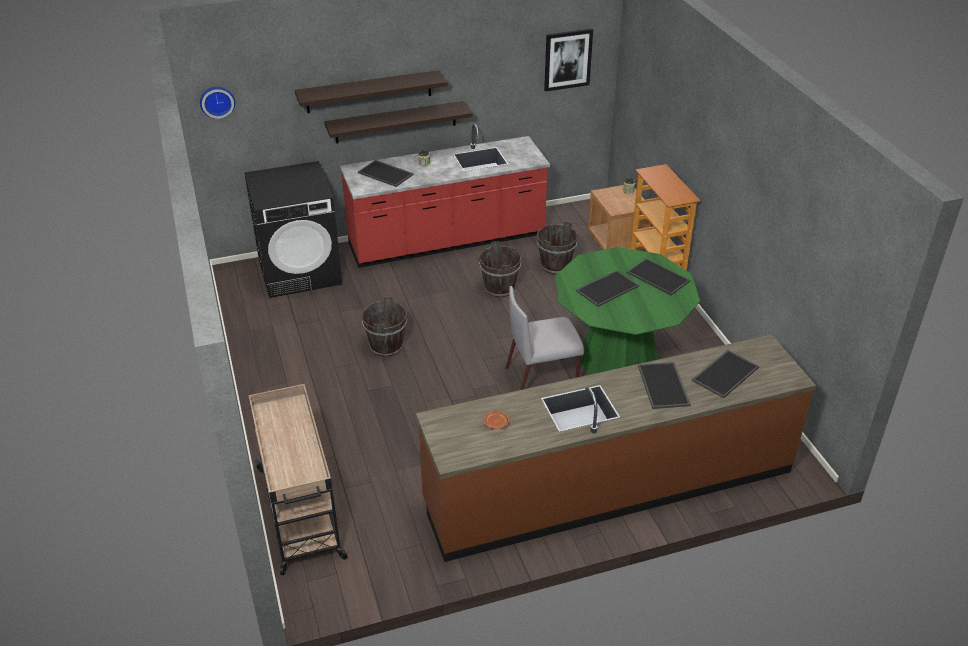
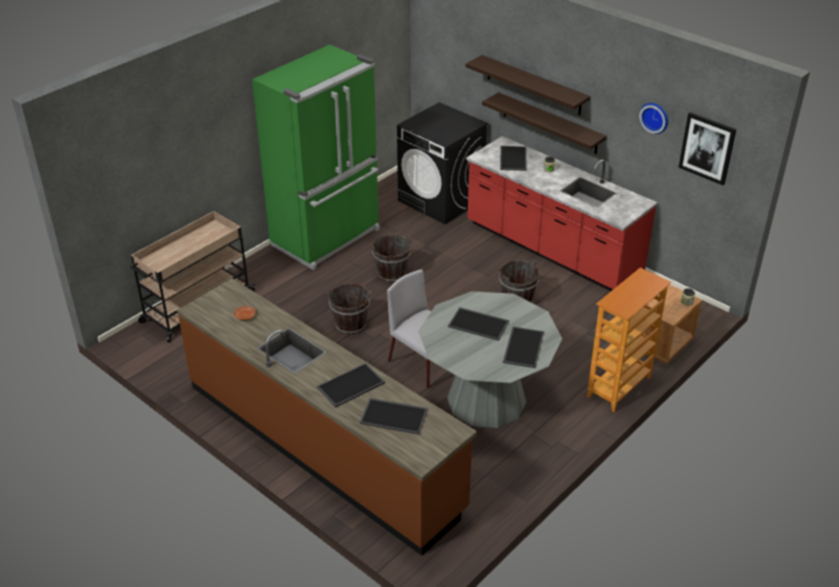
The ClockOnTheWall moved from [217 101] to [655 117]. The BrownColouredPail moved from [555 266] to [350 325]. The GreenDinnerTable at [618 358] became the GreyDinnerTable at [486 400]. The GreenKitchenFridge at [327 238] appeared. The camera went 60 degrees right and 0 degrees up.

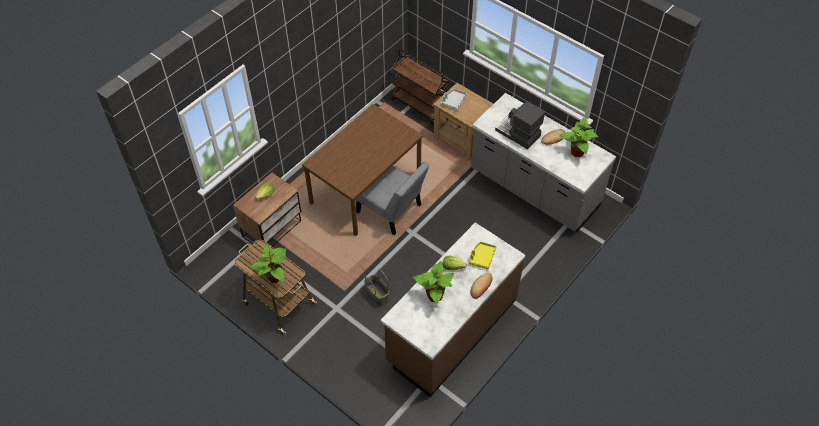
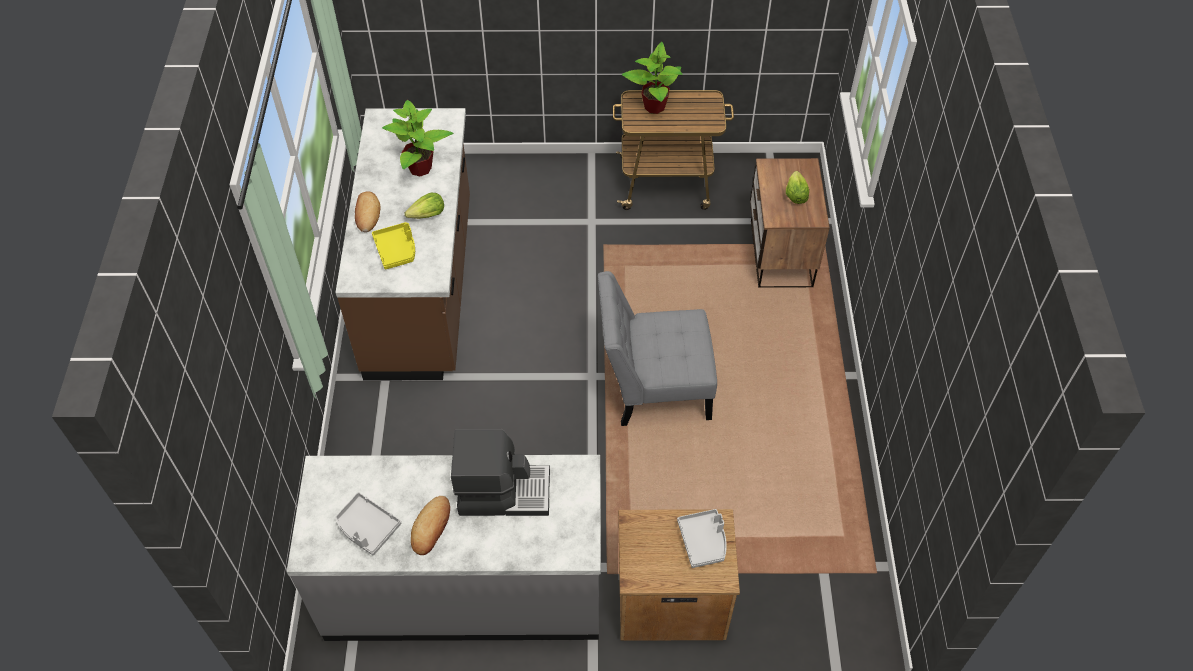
The BrownColouredDinnerTable at [365 188] disappeared. The Basket at [376 295] disappeared. The BrownColouredTrolley at [420 106] disappeared. The PottedPlant at [577 152] was replaced by the GreyTray at [367 528]. The camera went 140 degrees right and 0 degrees up.

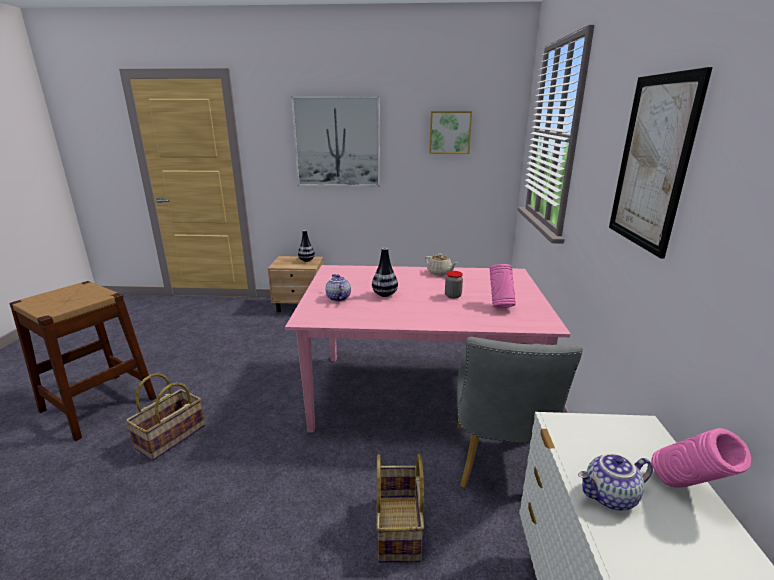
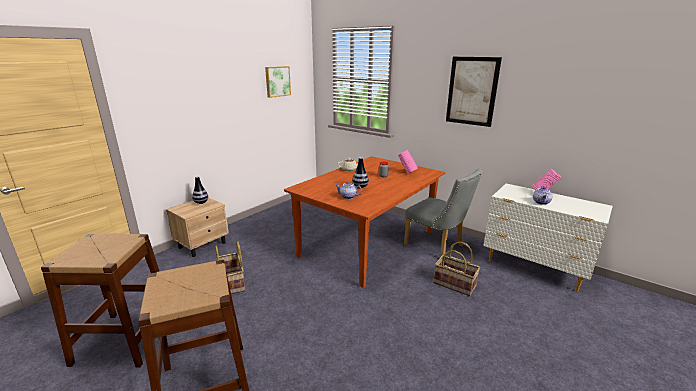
The Basket moved from [171 438] to [233 282]. The PinkDinnerTable at [419 394] became the BrownColouredDinnerTable at [368 243]. The WallPicture at [337 142] disappeared. The BrownColouredStoolSeat at [125 338] appeared. The camera went 55 degrees left and 0 degrees up.

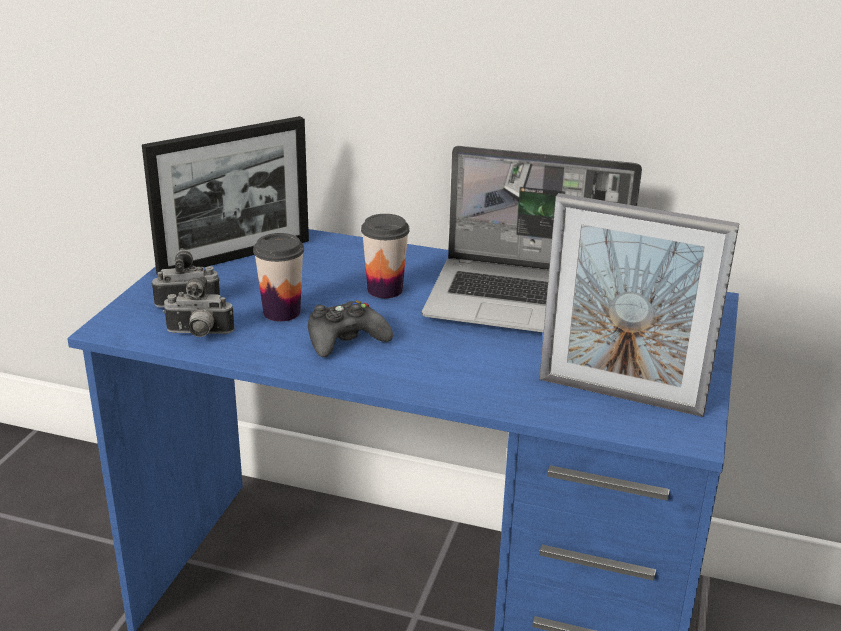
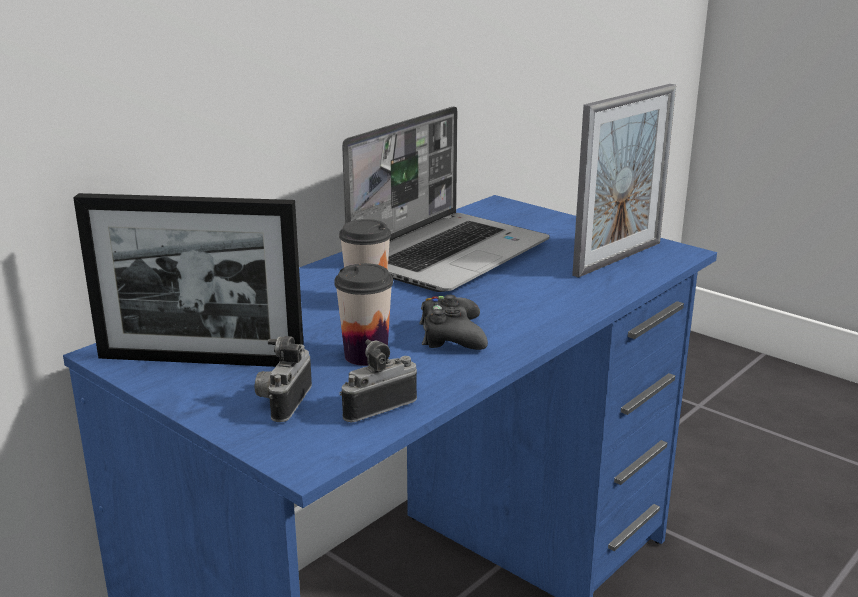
The StandingFrame at [235 257] turned 105 degrees clockwise. The StillCamera at [199 334] turned 150 degrees counterclockwise. The camera went 65 degrees left and 5 degrees down.

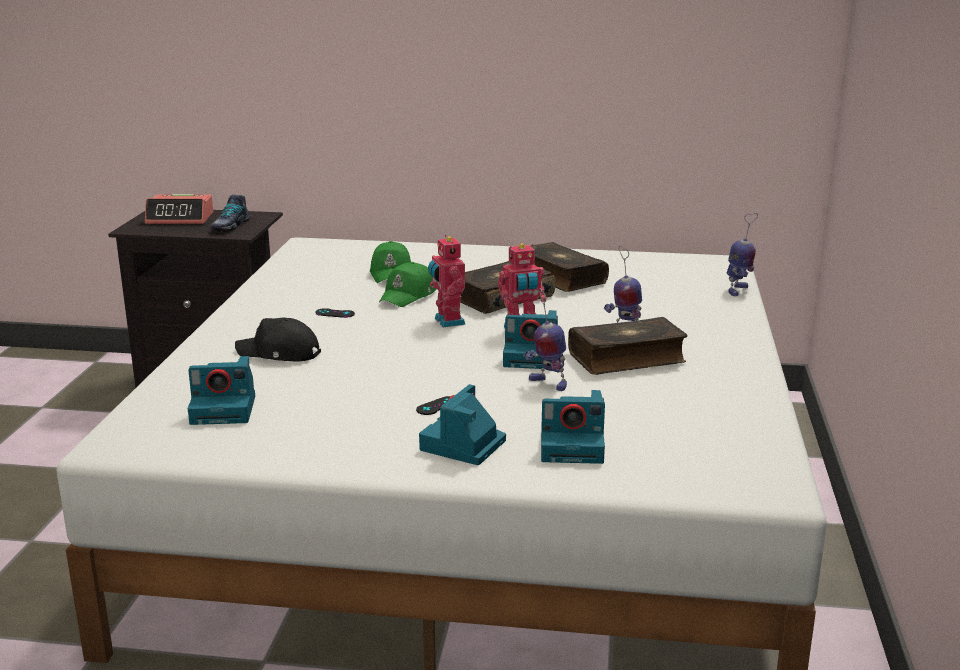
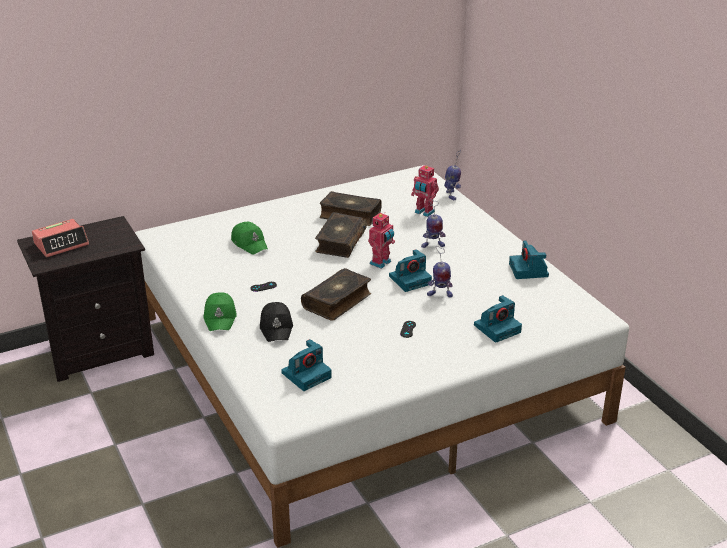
The Shoe at [229 226] disappeared. The BlackColouredPeakedCap at [279 353] turned 75 degrees counterclockwise. The GreenPeakedCap moved from [408 295] to [220 317]. The StillCamera moved from [462 446] to [529 270]. The RobotFigure moved from [447 321] to [424 212]. The BoundBook moved from [627 358] to [337 301]. The camera went 35 degrees left and 10 degrees up.

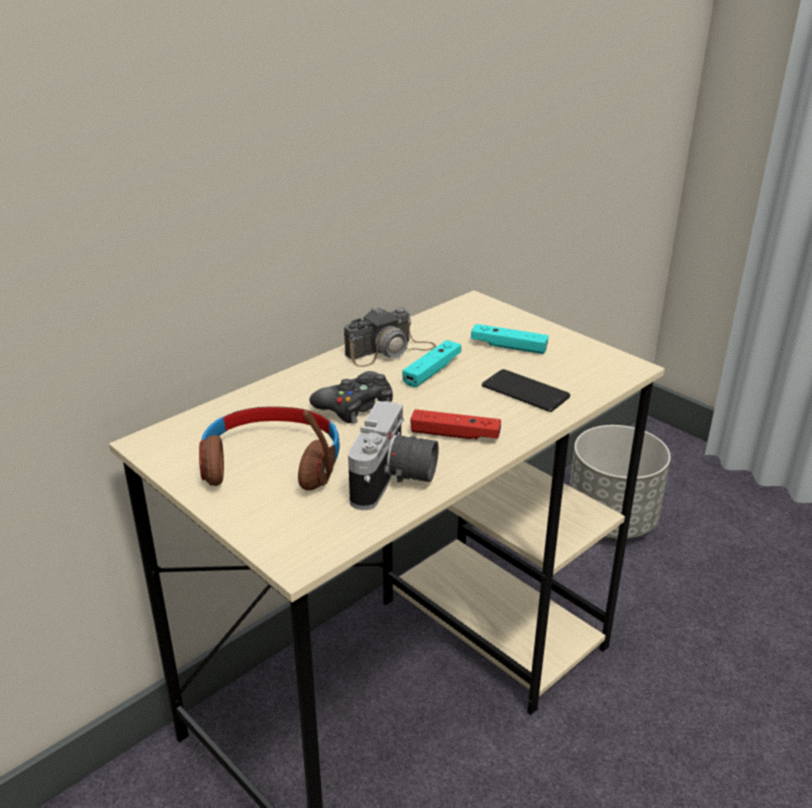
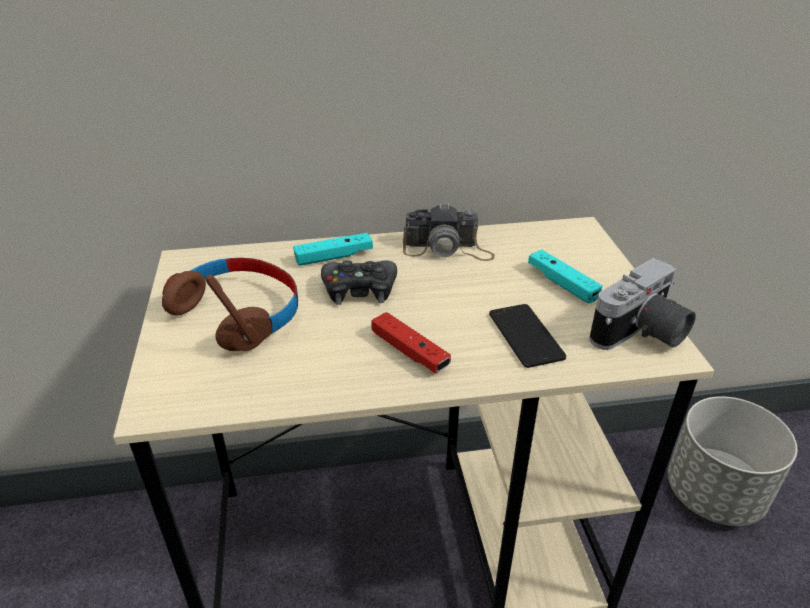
The StillCamera moved from [395 481] to [641 335]. The TurquoiseGameController moved from [432 371] to [334 257]. The camera went 35 degrees right and 5 degrees up.

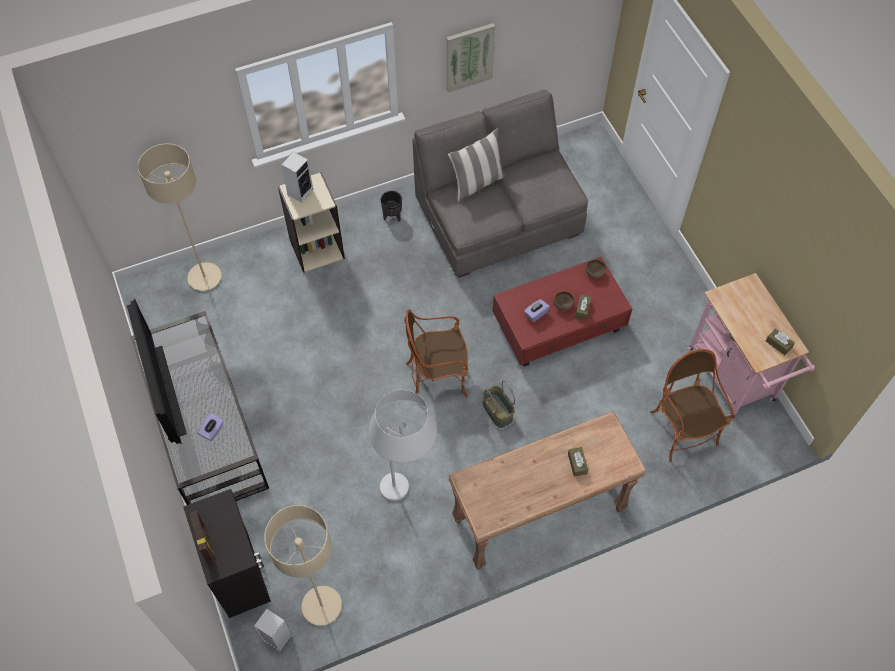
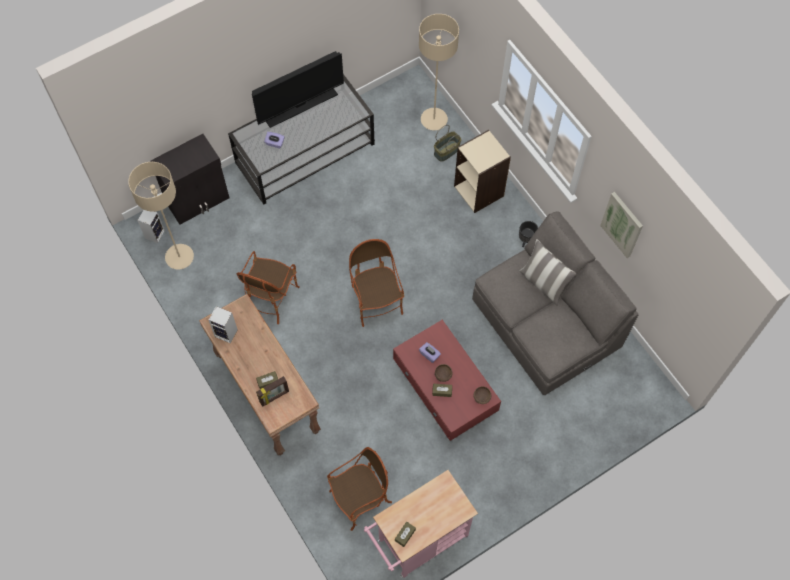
The StandingFrame moved from [206 544] to [274 397]. The Loudspeaker moved from [300 191] to [227 333]. The WhiteStandardLamp at [408 495] was replaced by the EasyChair at [271 298]. The Basket moved from [496 411] to [446 150]. The camera went 80 degrees right and 5 degrees up.

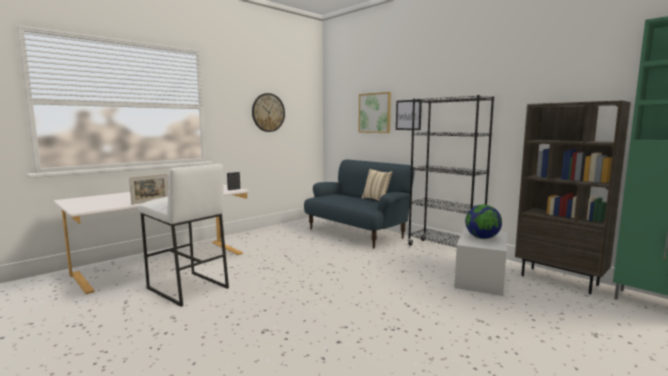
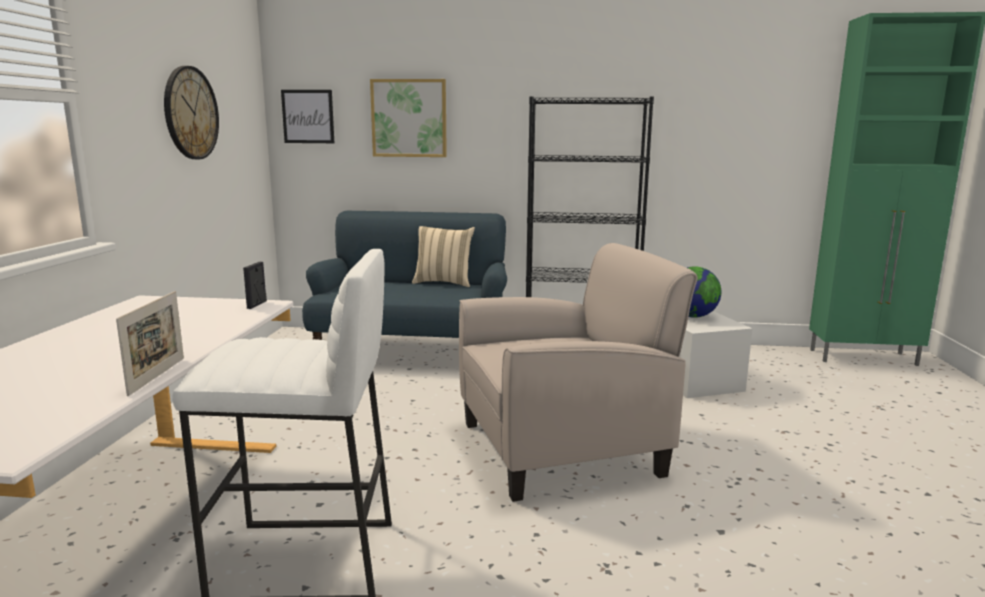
The WallPicture moved from [408 115] to [308 116]. The BrownColouredBookshelf at [559 280] disappeared. The BeigeColouredEasyChair at [562 448] appeared. The camera went 40 degrees left and 5 degrees up.

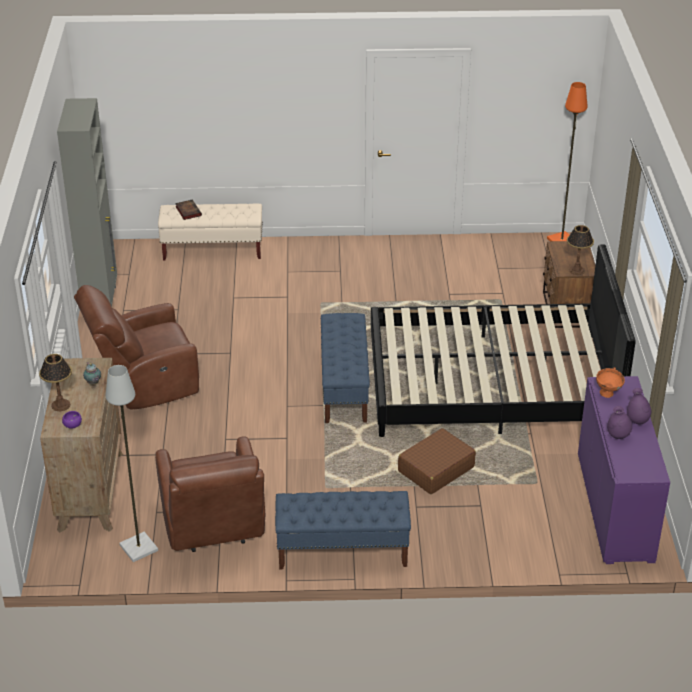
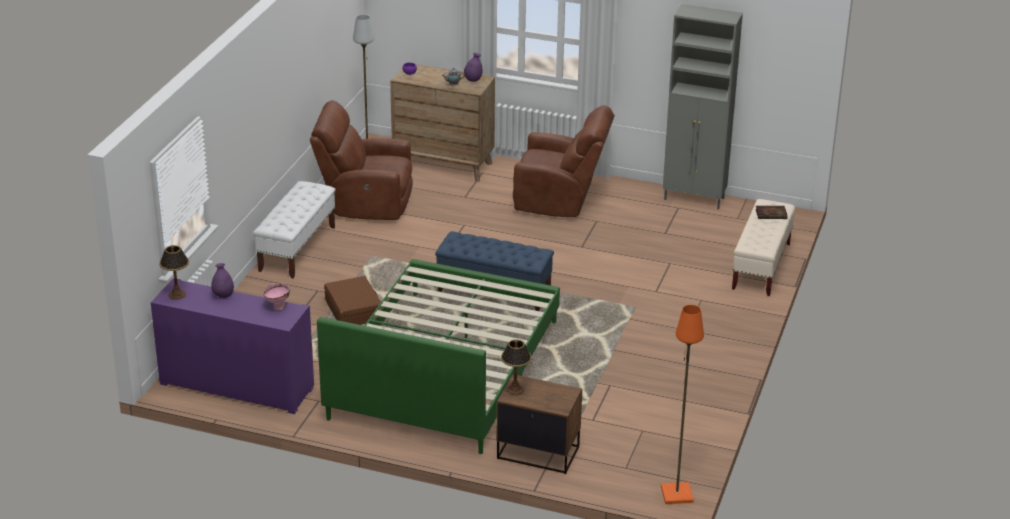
The TabletopLamp moved from [60 405] to [177 294]. The BrownColouredEasyChair at [144 384] turned 105 degrees clockwise. The BlueBench at [342 551] became the WhiteBench at [297 248]. The BlackColouredSleepingBed at [491 385] became the GreenSleepingBed at [444 369]. The OrangeDeepDish at [608 394] became the PinkDeepDish at [278 307]. The PurpleColouredFlowerVase moved from [637 421] to [473 80]. The camera went 110 degrees right and 5 degrees down.

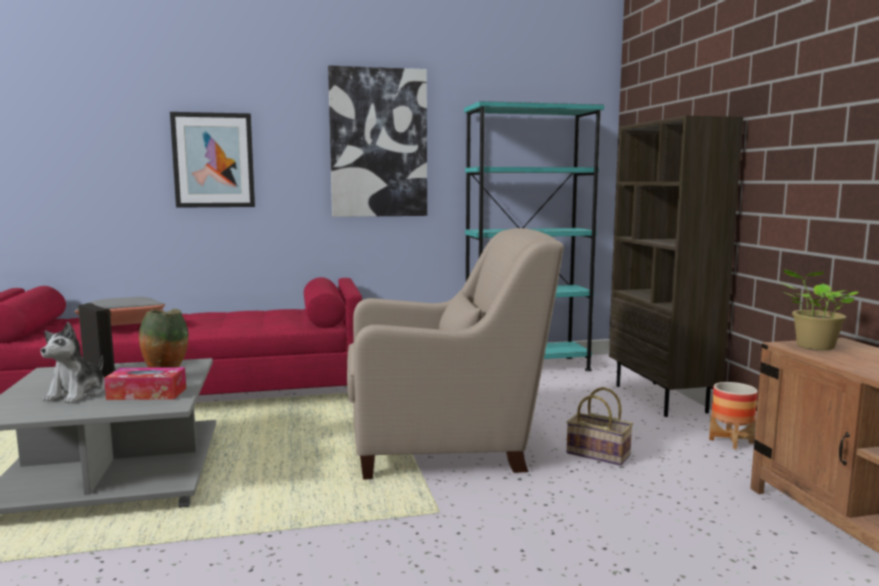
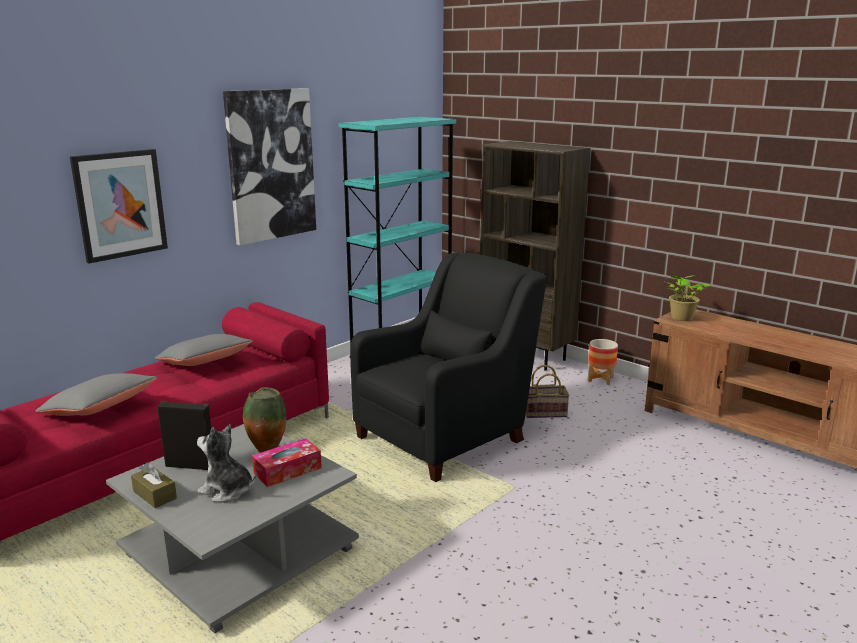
The CuddlyToy at [77 394] turned 135 degrees clockwise. The BeigeColouredEasyChair at [445 445] became the BlackColouredEasyChair at [445 436]. The BrownColouredTissueHolder at [155 495] appeared. The GreyPillow at [205 363] appeared. The camera went 35 degrees left and 10 degrees up.

